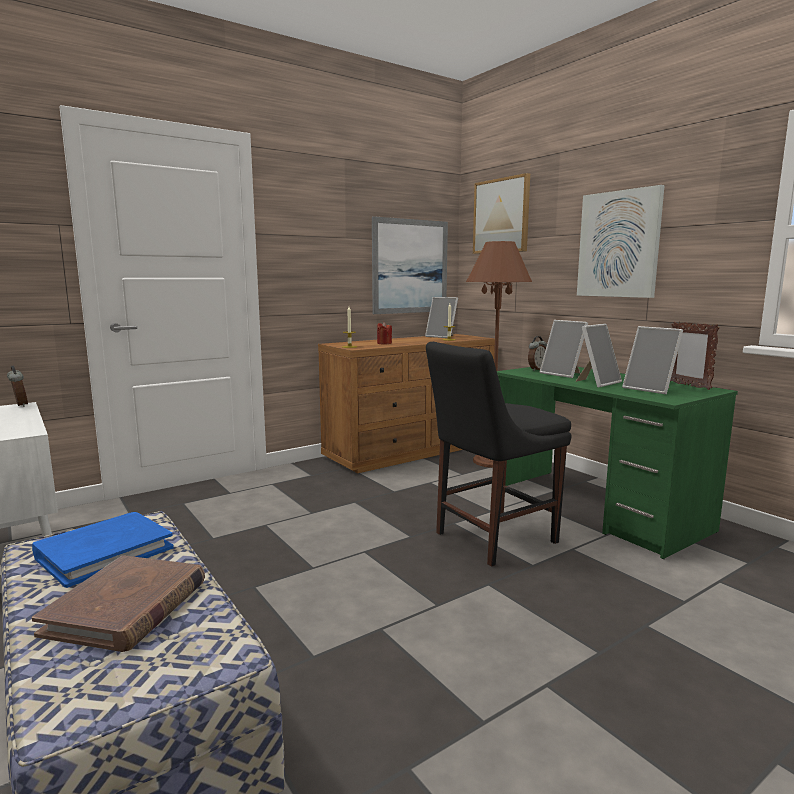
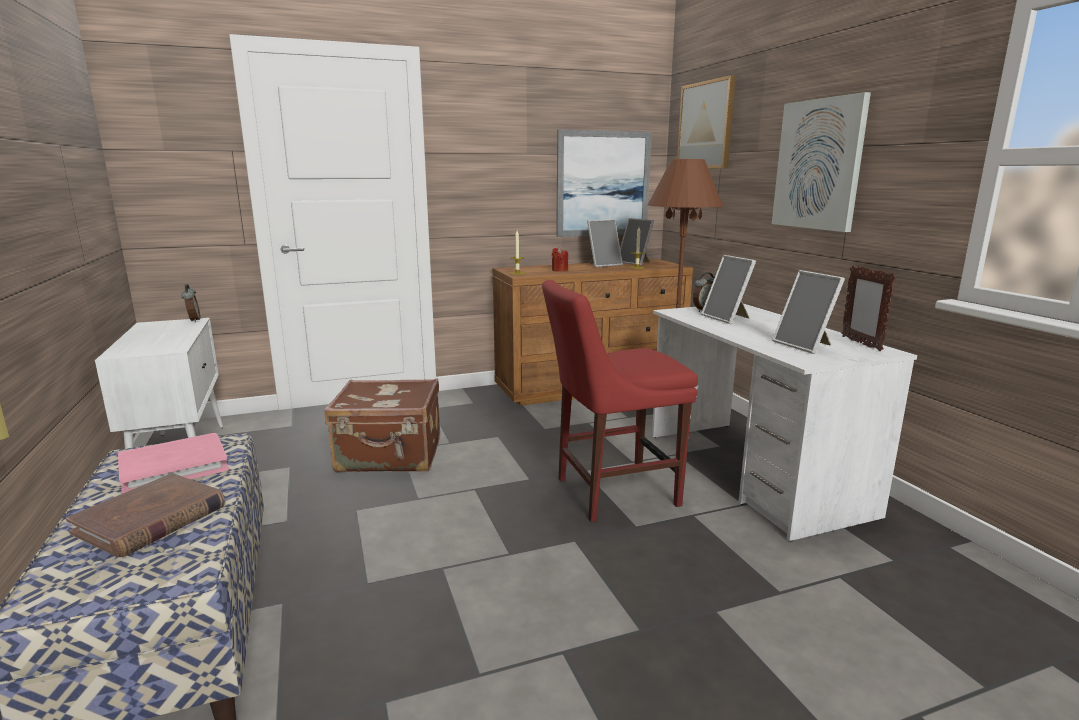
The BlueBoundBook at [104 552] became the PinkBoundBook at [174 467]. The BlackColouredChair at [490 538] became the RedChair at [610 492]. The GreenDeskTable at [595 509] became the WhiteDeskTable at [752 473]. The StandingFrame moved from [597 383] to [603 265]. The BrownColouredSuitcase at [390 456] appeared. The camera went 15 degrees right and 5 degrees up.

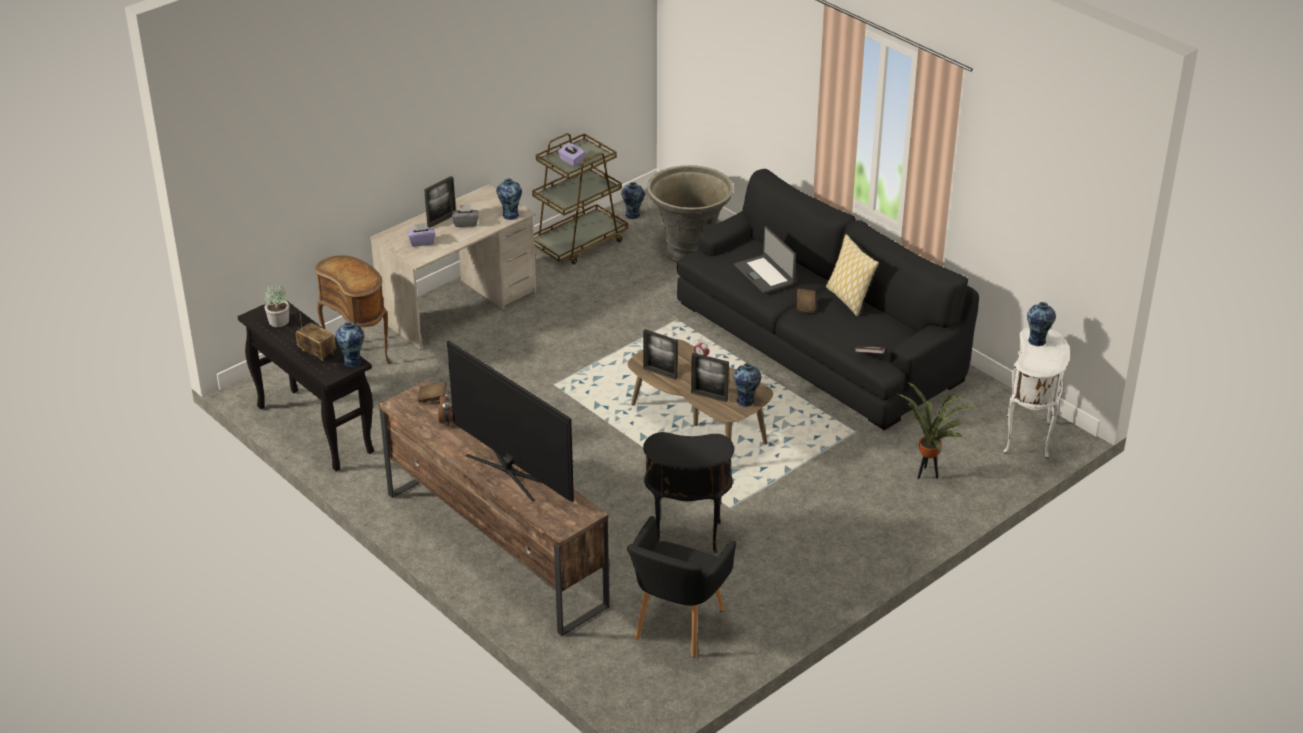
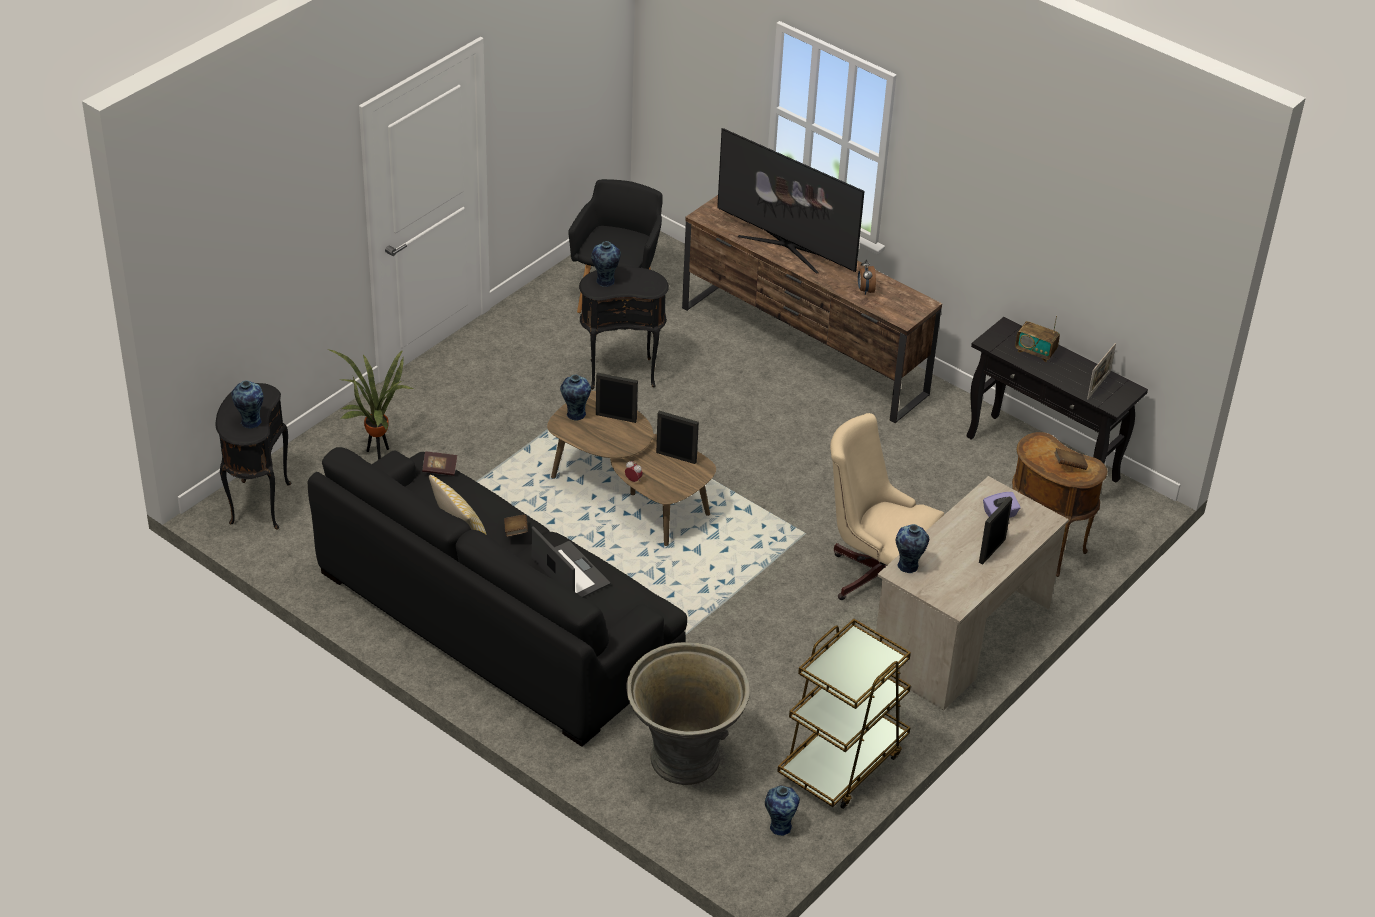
The PottedPlant at [279 321] was replaced by the StandingFrame at [1098 385]. The FlowerVase moved from [352 361] to [605 281]. The BrownColouredBoundBook moved from [432 398] to [1069 465]. The GreyTissueHolder at [466 223] disappeared. The PurpleColouredTissueHolder at [571 161] disappeared. The WhiteAccentTable at [1030 438] became the BlackColouredAccentTable at [257 504]. The BeigeColouredOfficeChair at [875 574] appeared. The camera went 170 degrees right and 5 degrees up.

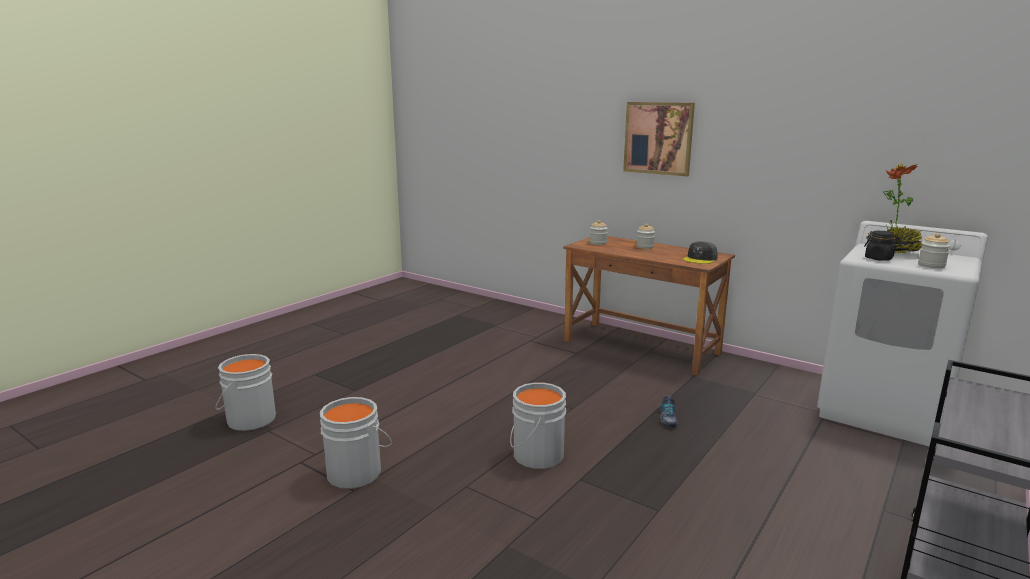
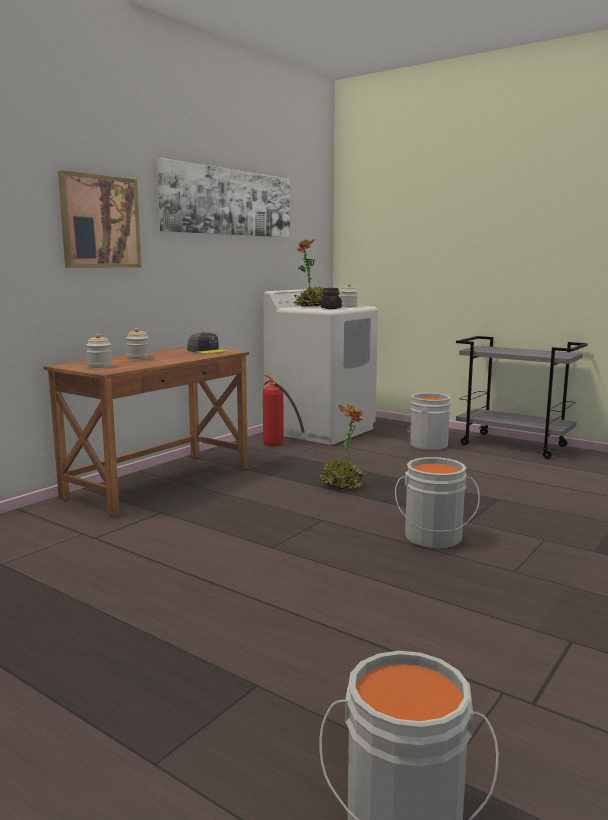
The GreyPail moved from [356 472] to [426 445]. The Shoe at [667 418] was replaced by the PottedPlant at [342 485]. The WallPicture at [229 202] appeared. The Extinguisher at [279 447] appeared. The camera went 90 degrees left and 5 degrees down.

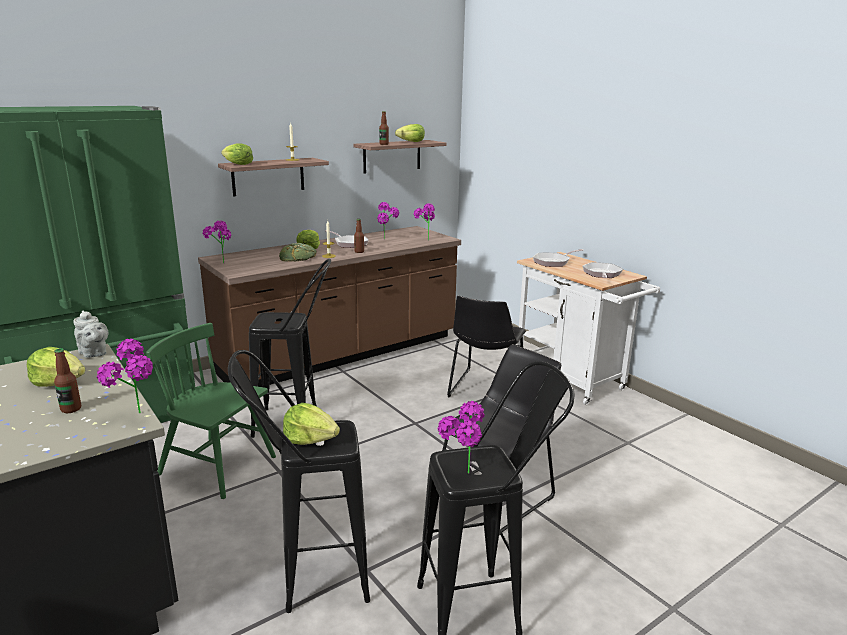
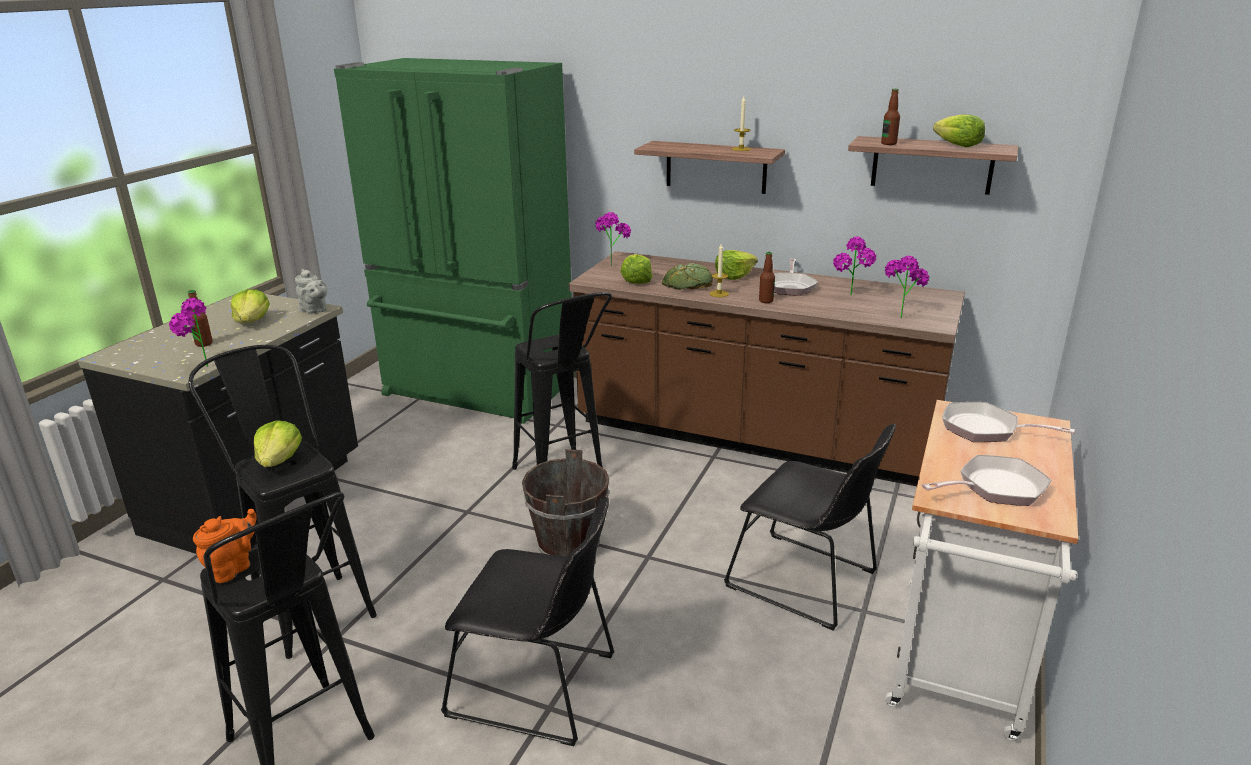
The GreyTeapot at [94 354] turned 60 degrees counterclockwise. The GreenChair at [218 466] disappeared. The Lettuce moved from [238 164] to [636 280]. The PottedPlant at [461 477] was replaced by the OrangeTeapot at [233 568]. The BlackColouredChair at [485 389] turned 135 degrees counterclockwise. The BrownColouredPail at [569 546] appeared. The camera went 60 degrees right and 5 degrees up.

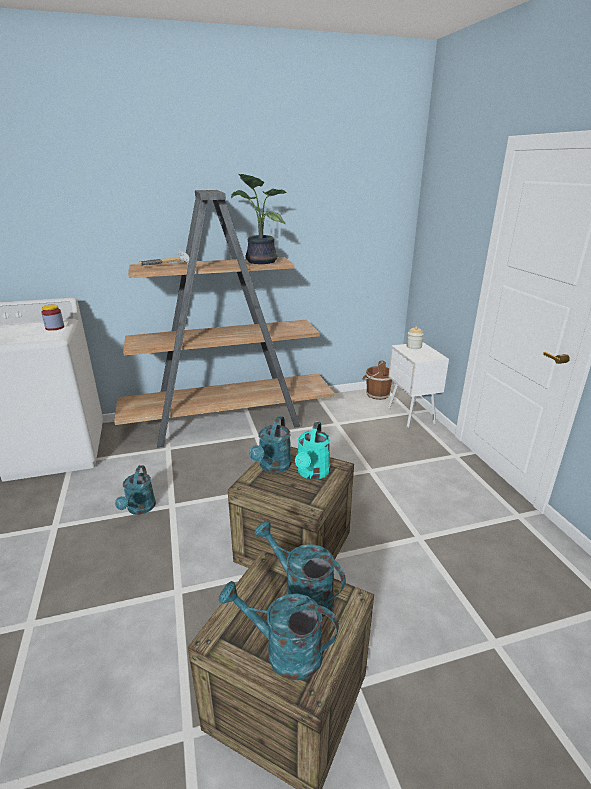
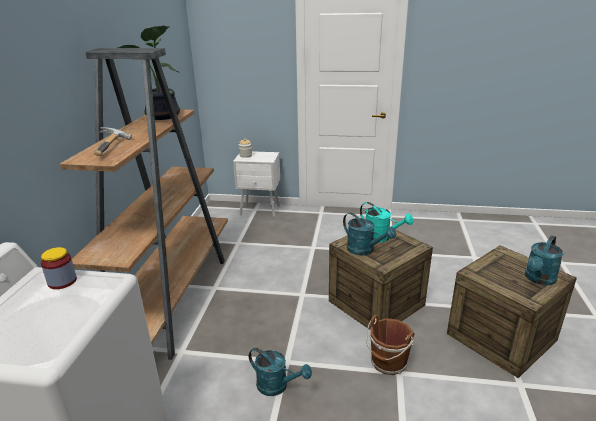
The TurquoiseWateringCan at [301 593] disappeared. The BrownColouredPail moved from [376 394] to [388 363]. The camera went 65 degrees left and 0 degrees up.

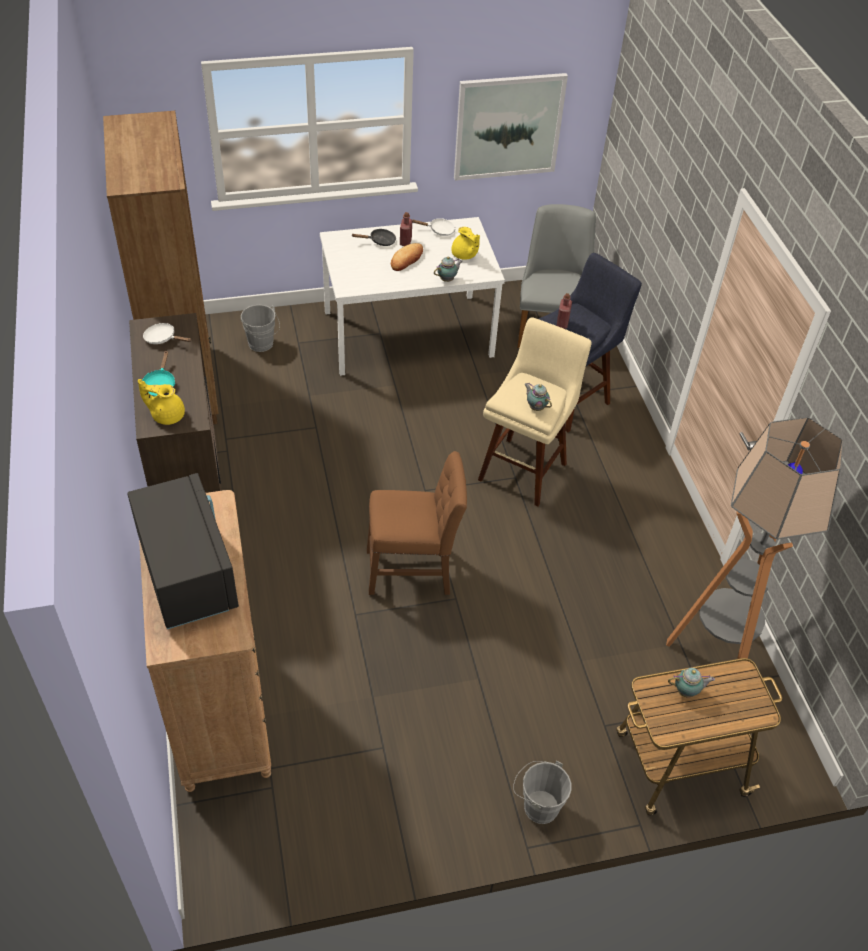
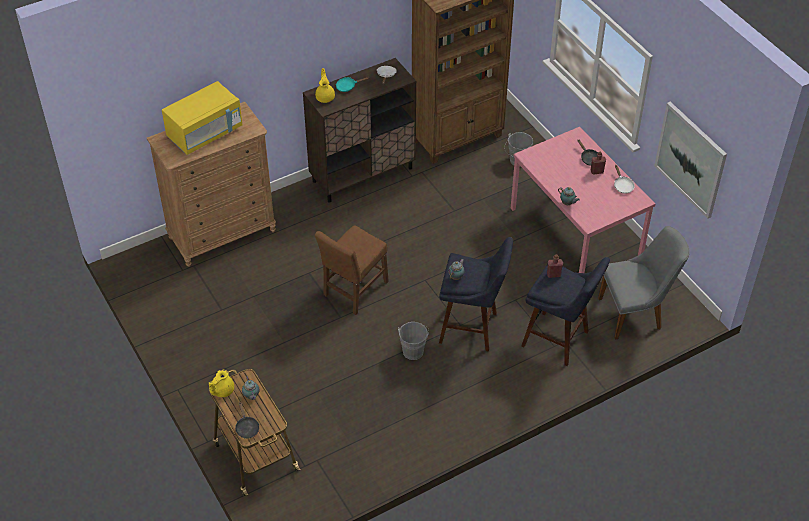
The BlackColouredMicrowaveOven at [188 573] became the YellowishMicrowaveOven at [205 133]. The WhiteDinnerTable at [407 334] became the PinkDinnerTable at [574 232]. The BrownColouredChair at [413 570] turned 60 degrees clockwise. The BakedBread at [407 259] disappeared. The YellowishTeapot moved from [464 255] to [222 391]. The BeigeColouredStoolSeat at [525 467] became the BlueStoolSeat at [472 328]. The GreyPail moved from [537 805] to [413 350]. The StandardLamp at [714 655] disappeared. The BlackColouredPan at [246 427] appeared. The camera went 75 degrees right and 0 degrees up.

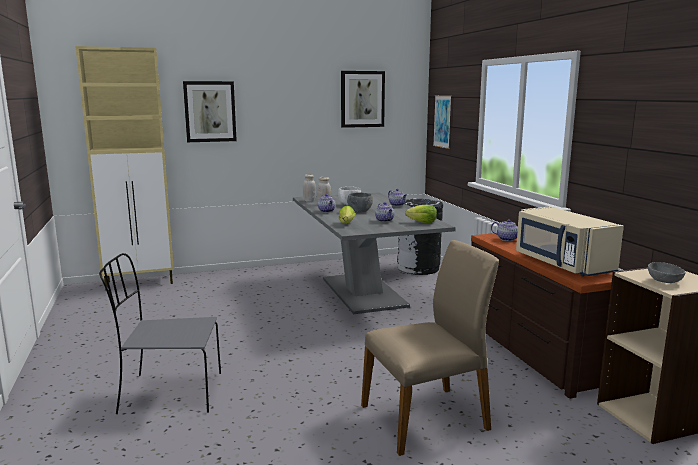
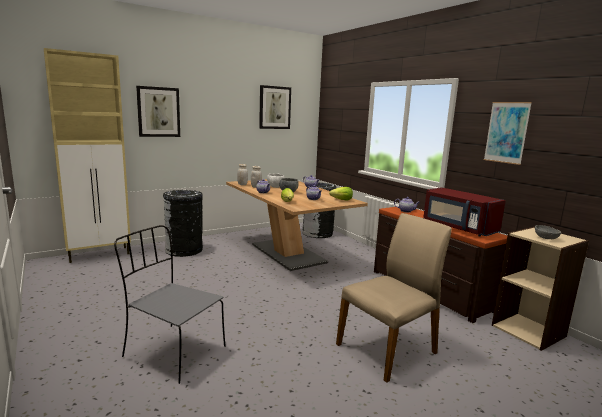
The GreyChair at [168 393] turned 45 degrees clockwise. The GreyDinnerTable at [363 292] became the BrownColouredDinnerTable at [288 253]. The WallPicture moved from [442 121] to [506 132]. The BeigeColouredMicrowaveOven at [561 264] became the RedMicrowaveOven at [458 228]. The BlackColouredWasteBin at [184 250] appeared. The camera went 15 degrees left and 0 degrees up.

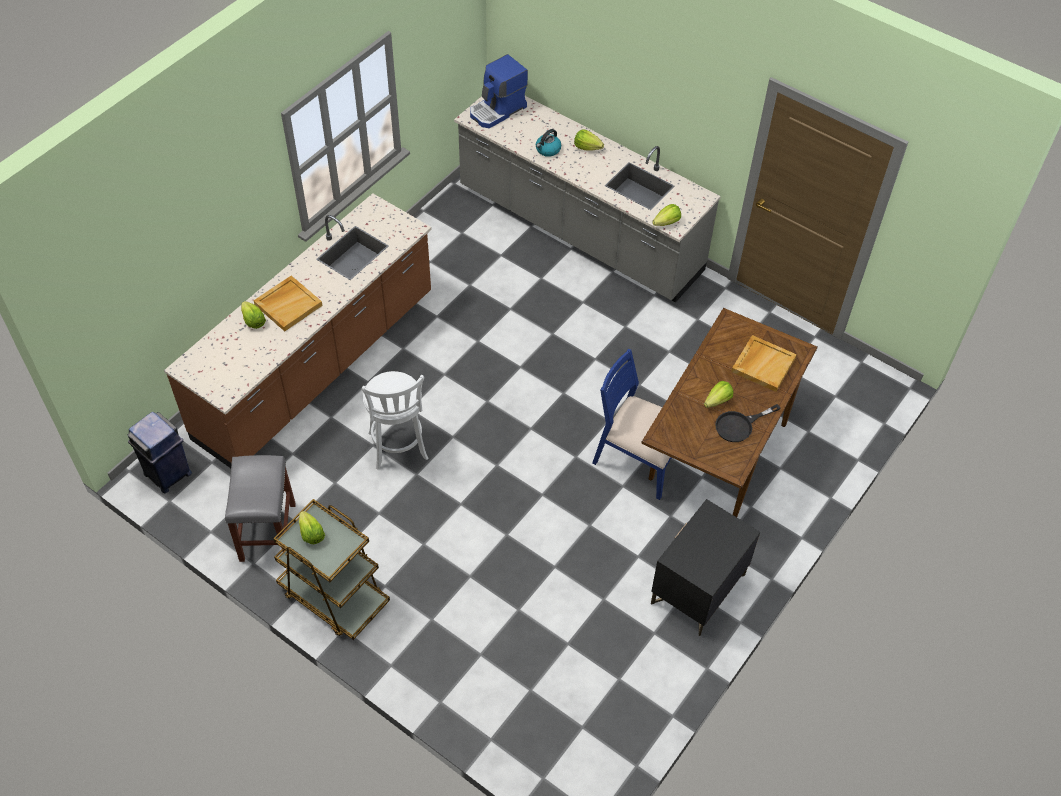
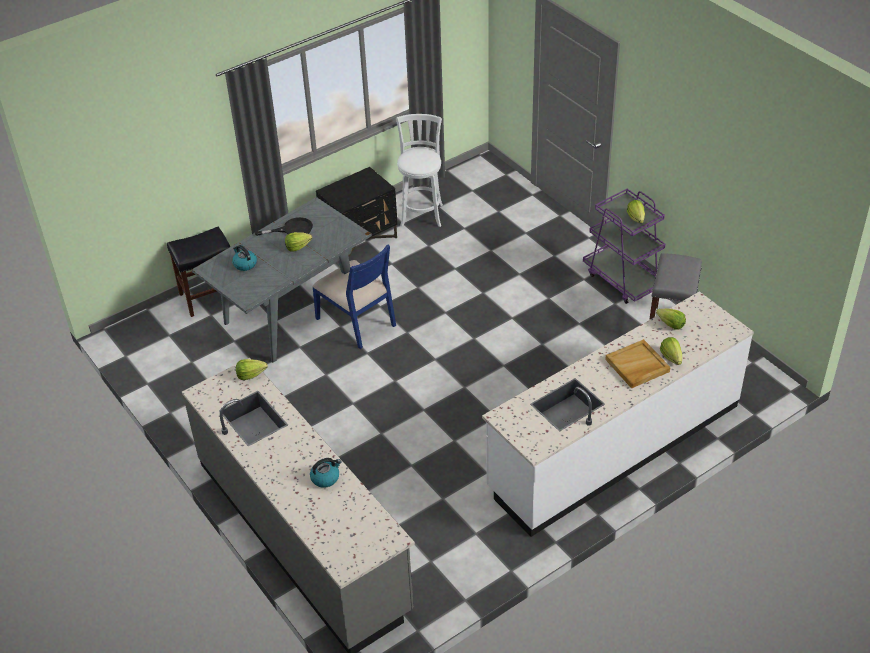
The BlueWasteBin at [168 474] disappeared. The BrownColouredKitchenCounter at [317 367] became the WhiteKitchenCounter at [614 446]. The BrownColouredTrolley at [334 596] became the PurpleColouredTrolley at [623 279]. The WhiteStoolSeat moved from [398 449] to [422 213]. The CoffeeMachine at [498 110] disappeared. The Lettuce moved from [587 147] to [670 325]. The BrownColouredDinnerTable at [718 452] became the GreyDinnerTable at [292 314]. The BeigeColouredTray at [763 364] was replaced by the TeaKettle at [244 264]. The BlackColouredStoolSeat at [209 297] appeared. The camera went 160 degrees left and 10 degrees down.

